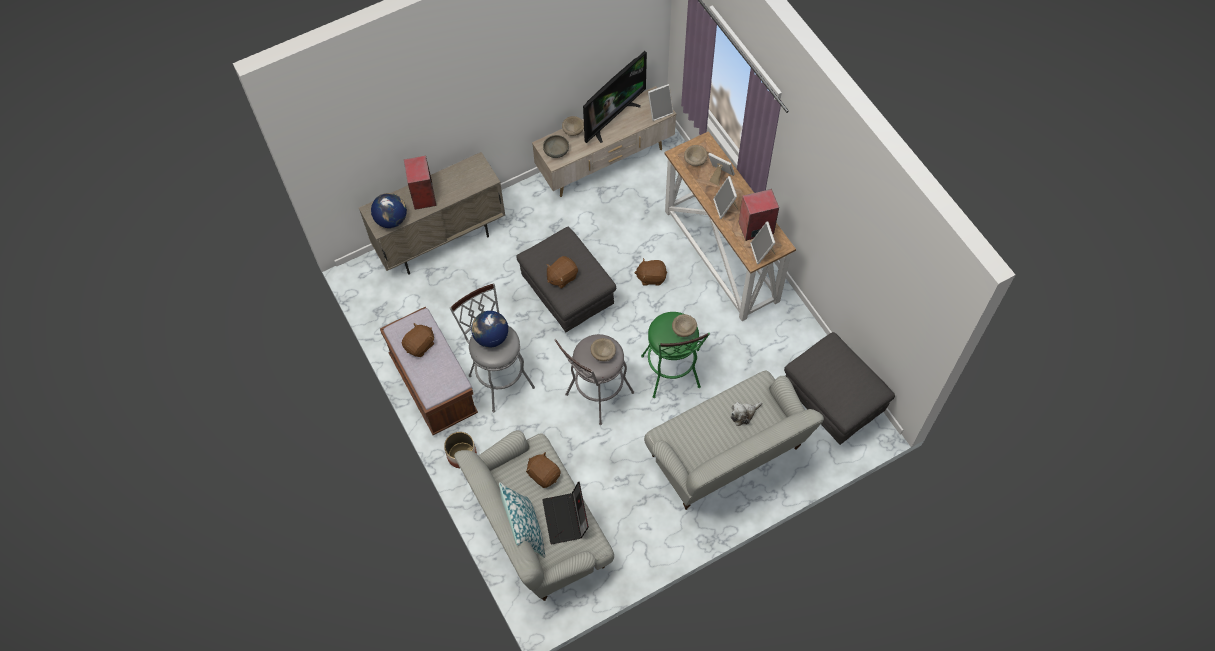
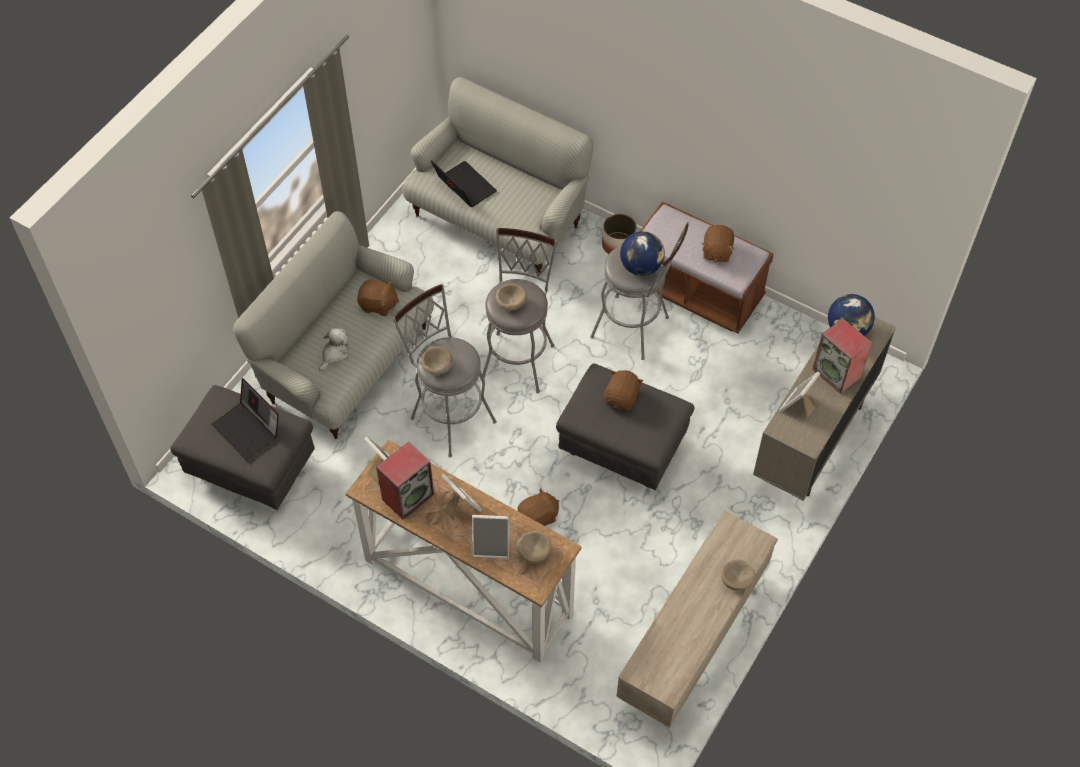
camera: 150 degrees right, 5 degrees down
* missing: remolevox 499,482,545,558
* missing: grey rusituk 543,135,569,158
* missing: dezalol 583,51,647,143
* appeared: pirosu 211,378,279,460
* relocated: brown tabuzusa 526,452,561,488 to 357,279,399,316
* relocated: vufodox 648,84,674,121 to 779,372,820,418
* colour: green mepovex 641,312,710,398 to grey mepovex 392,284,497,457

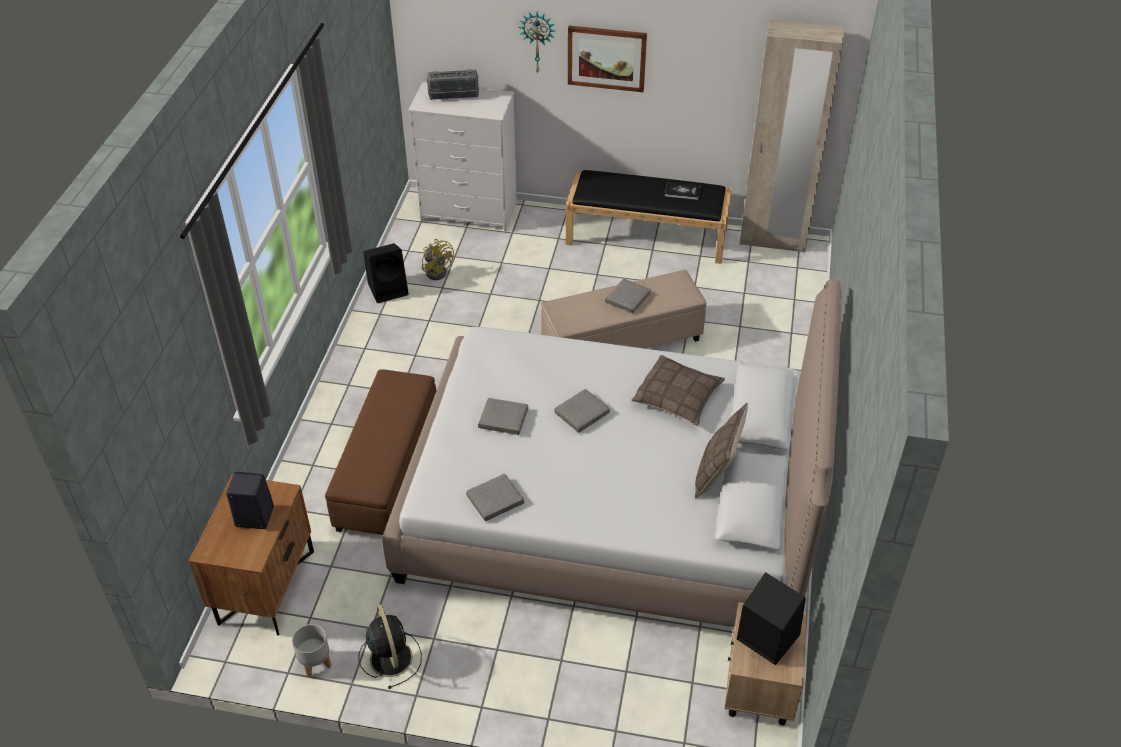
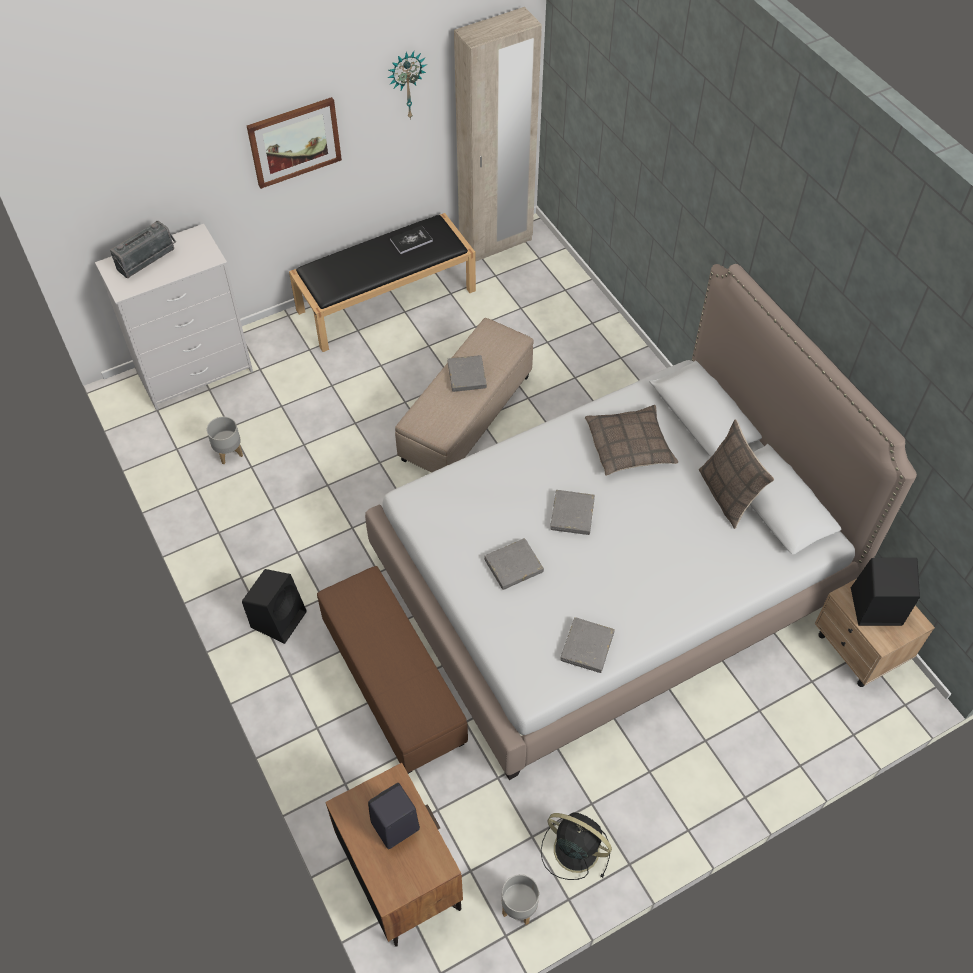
camera: 40 degrees left, 10 degrees up
* relocated: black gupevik 363,243,409,303 to 242,569,307,644
* relocated: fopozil 518,12,555,73 to 388,51,426,120
* exchanged: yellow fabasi 422,239,454,280 to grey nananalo 207,416,243,464

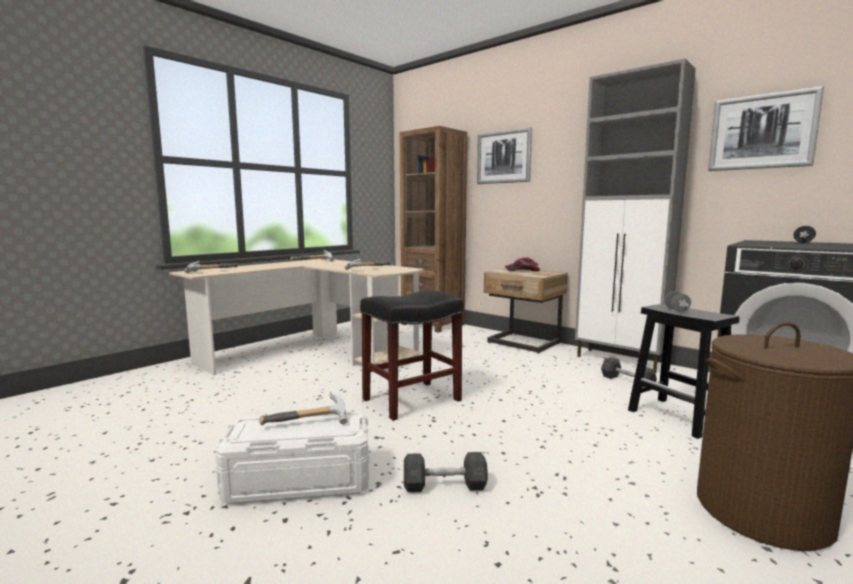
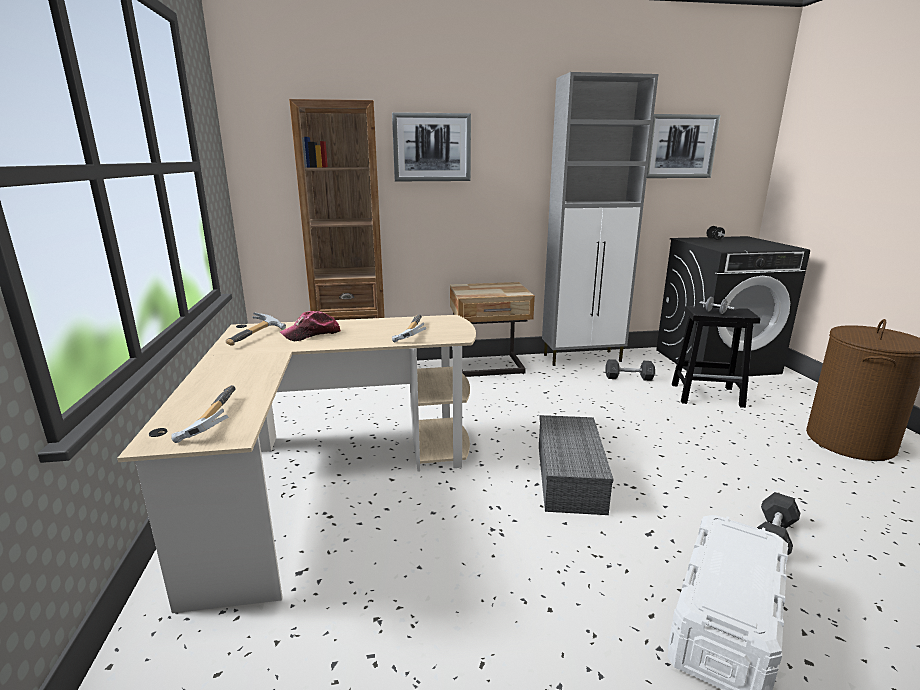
camera: 50 degrees left, 10 degrees up
* missing: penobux 259,392,347,425
* relocated: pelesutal 505,257,540,272 to 280,311,341,341
* exchanged: black mepovex 360,290,463,421 to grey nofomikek 539,415,613,515

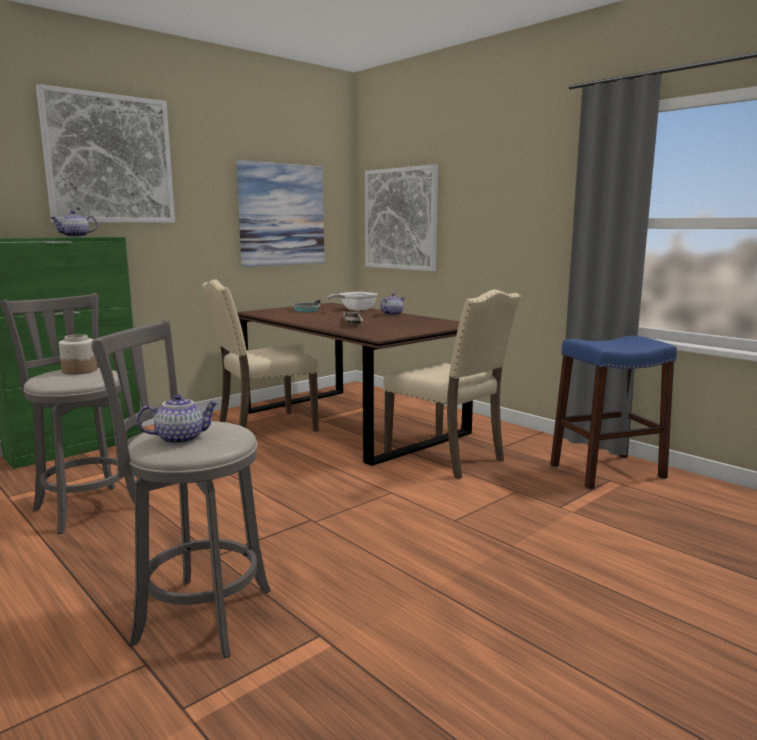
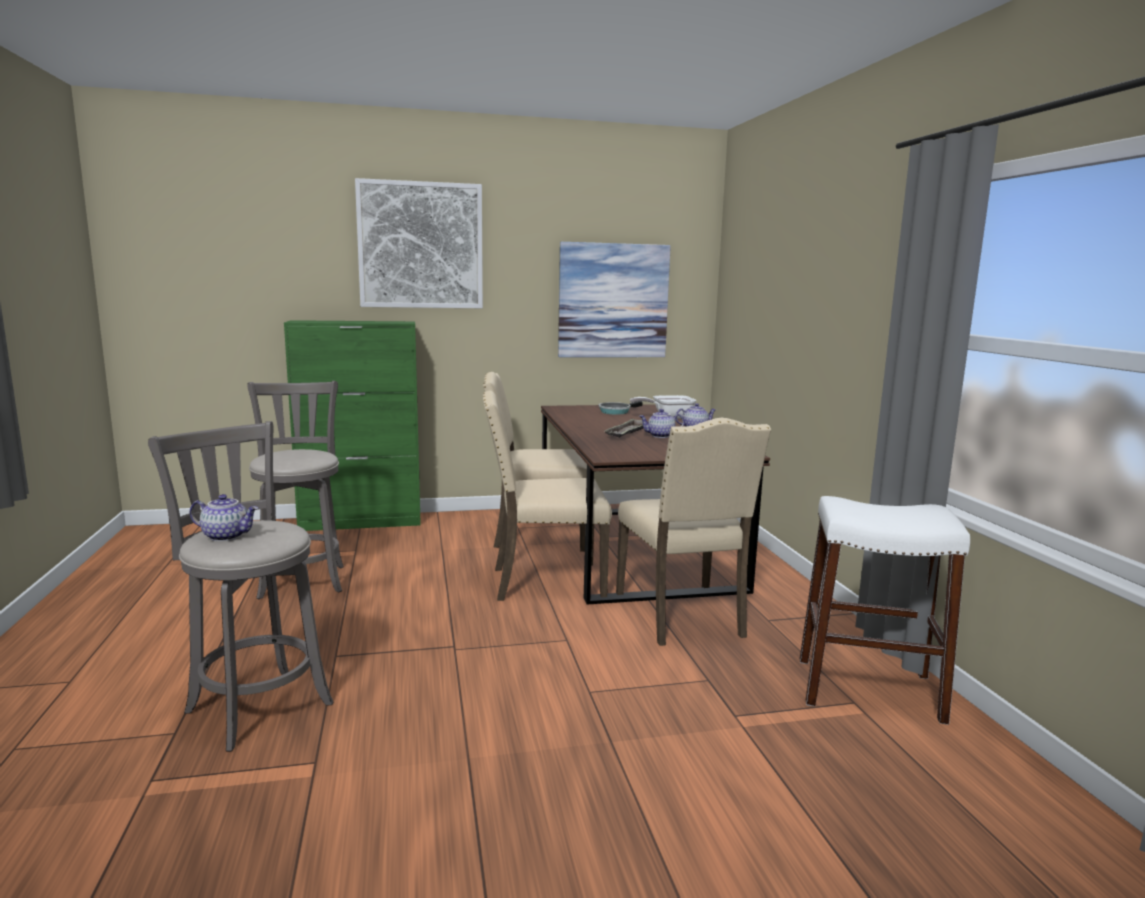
camera: 30 degrees right, 0 degrees up
* missing: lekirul 59,334,97,375
* missing: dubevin 365,164,438,271
* appeared: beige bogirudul 483,390,612,601
* relocated: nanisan 51,211,97,237 to 639,409,684,438
* colour: blue mepovex 550,336,677,489 to white mepovex 800,496,970,725

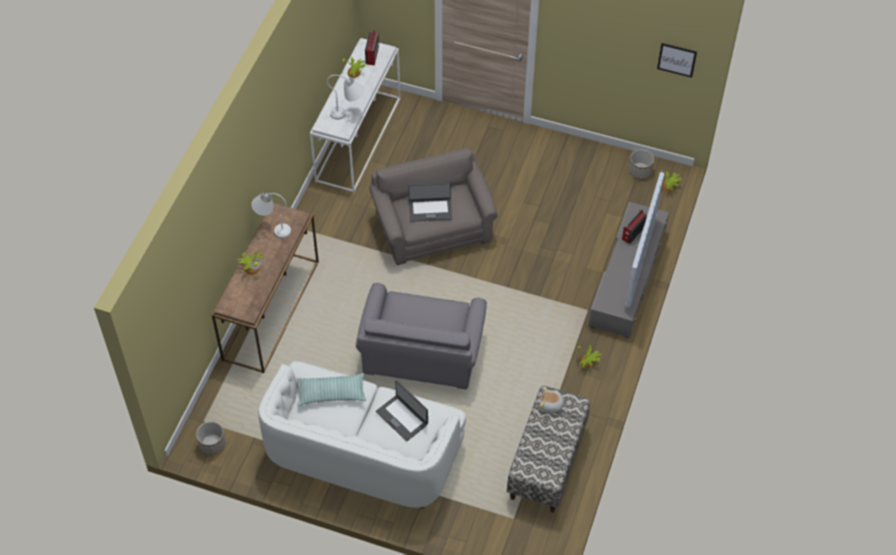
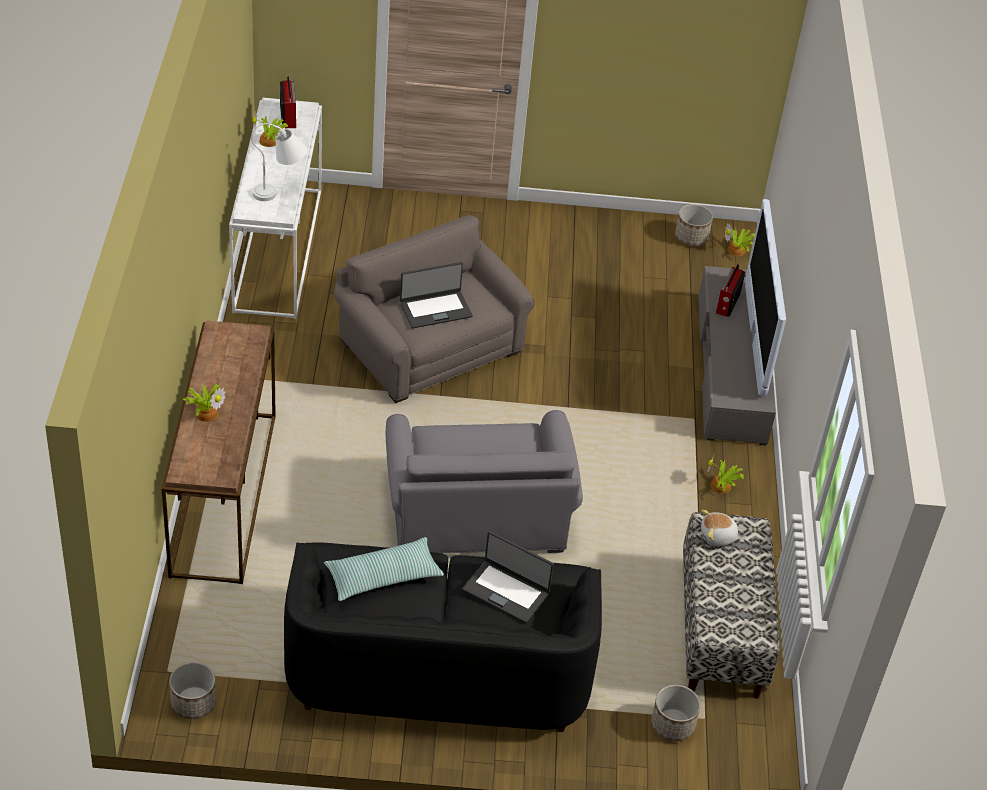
camera: 20 degrees left, 10 degrees down
* missing: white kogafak 251,192,291,238
* missing: dubevin 657,43,697,78
* appeared: nananalo 651,685,700,741
* colour: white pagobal 258,361,466,509 to black pagobal 284,542,602,732

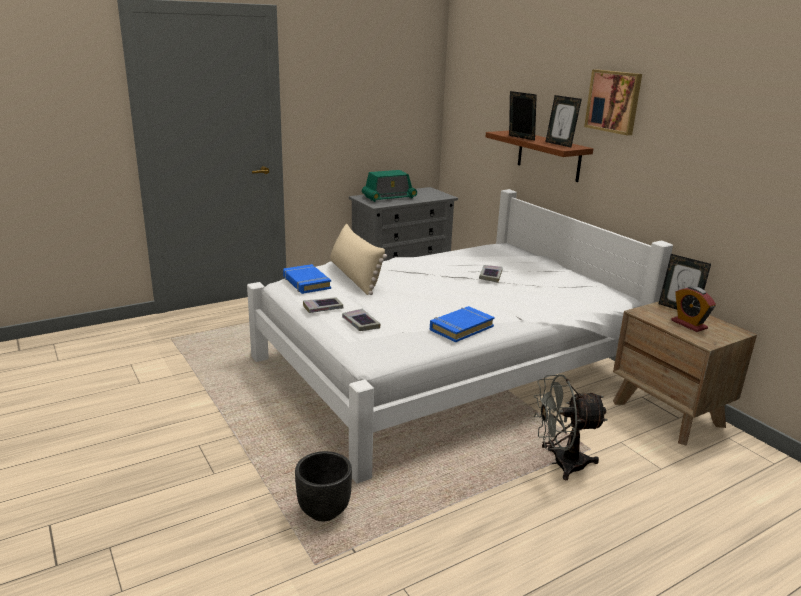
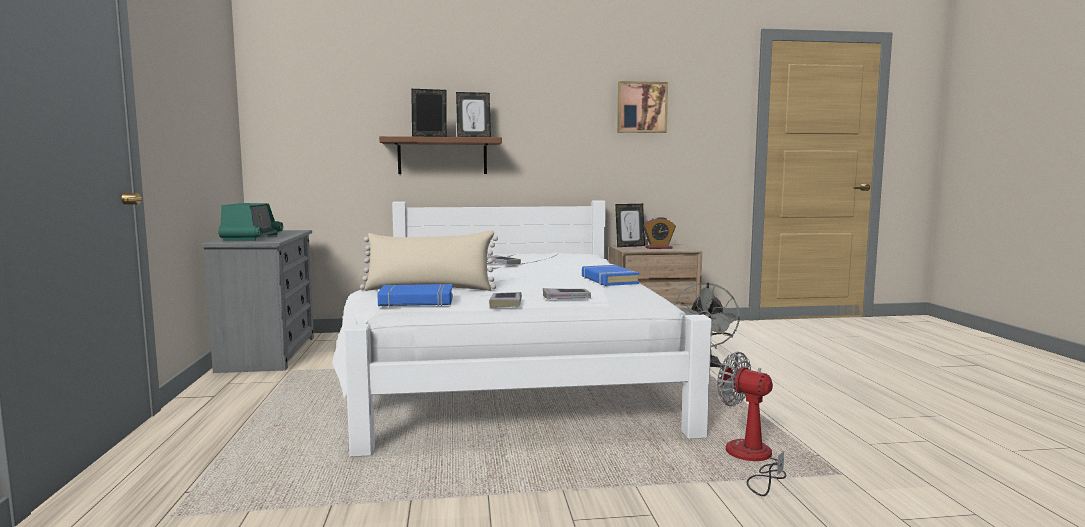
camera: 65 degrees left, 15 degrees down
* relocated: dubevin 584,69,642,135 to 617,81,668,133
* exchanged: black nananalo 295,451,352,522 to fabasi 717,352,786,496

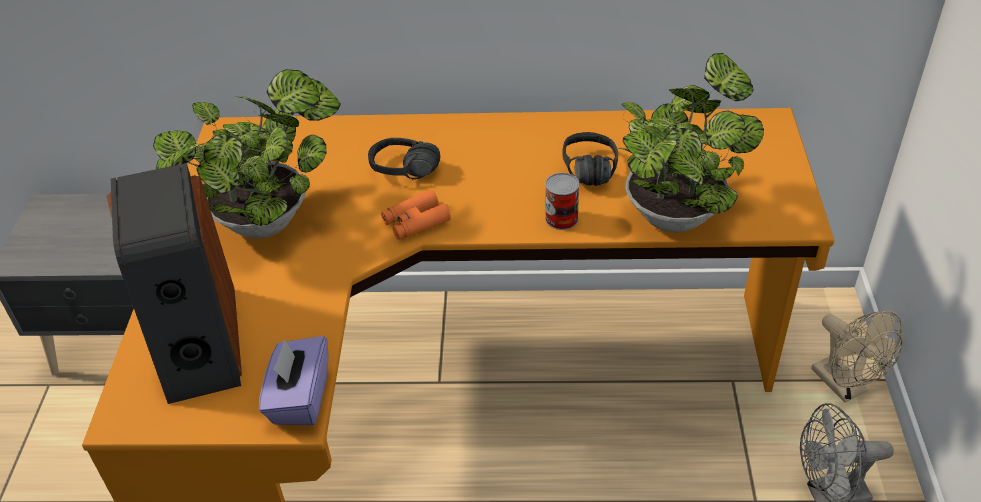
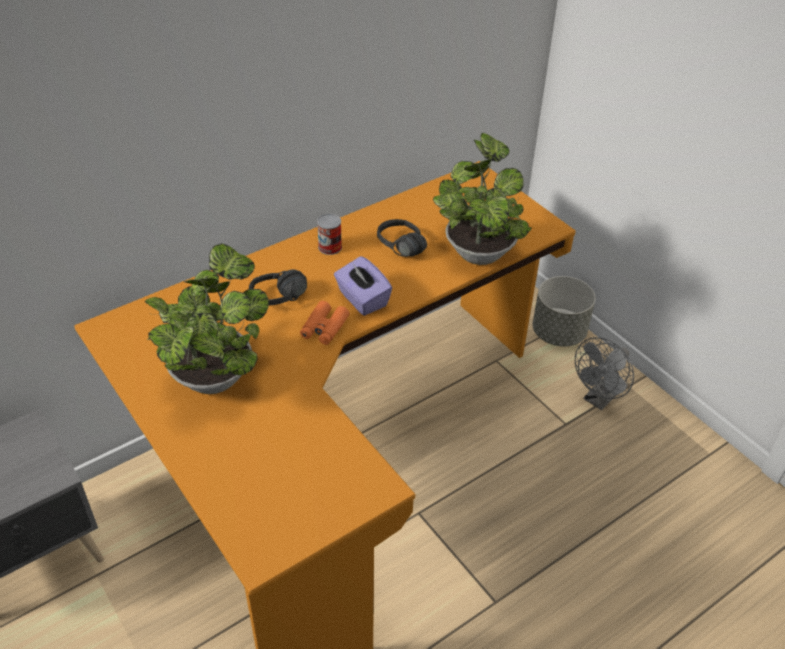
camera: 40 degrees left, 0 degrees up
* missing: gupevik 107,163,242,404
* relocated: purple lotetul 259,336,328,425 to 334,256,392,316
* relocated: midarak 545,173,580,230 to 317,214,342,255
* exchanged: beige fabasi 811,311,903,403 to grey nananalo 533,276,595,347

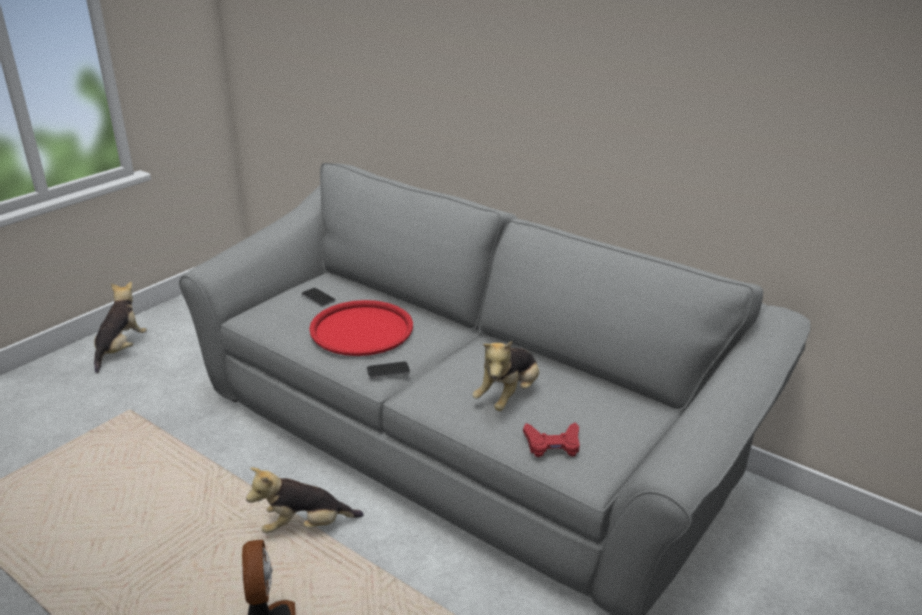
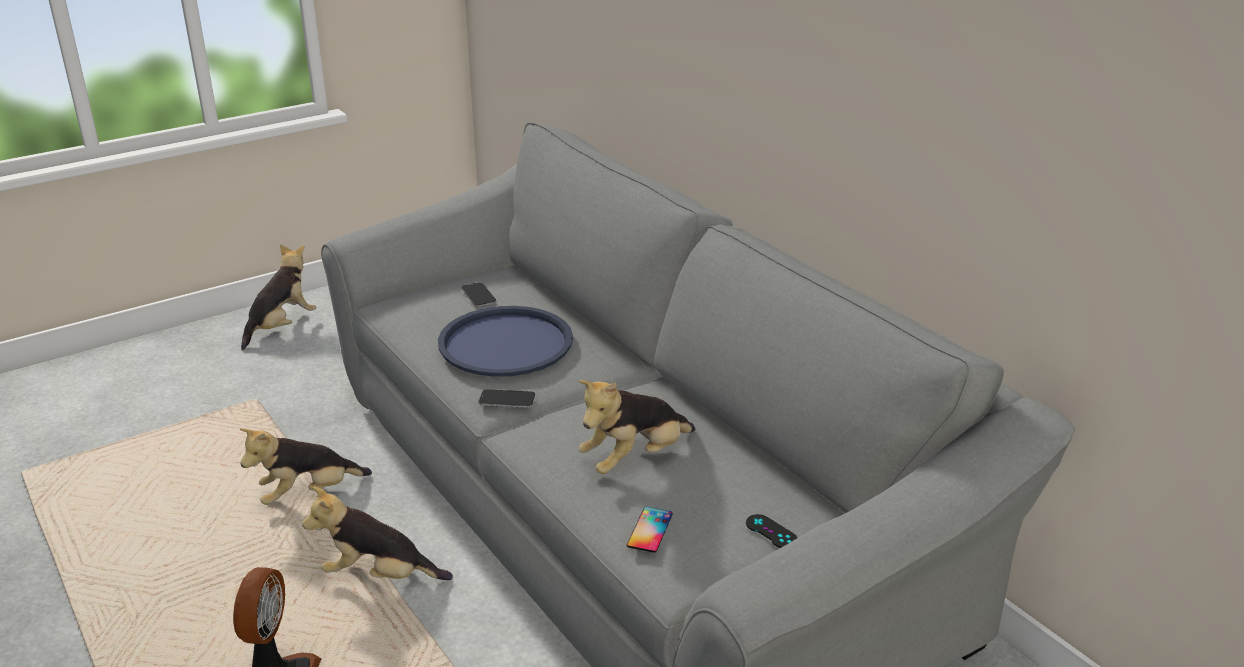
camera: 20 degrees right, 0 degrees up
* appeared: tabuzusa 240,428,372,505
* appeared: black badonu 746,514,797,548
* exchanged: red badonu 523,422,580,457 to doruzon 627,507,673,553
* colour: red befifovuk 309,300,413,356 to blue befifovuk 438,306,573,377

